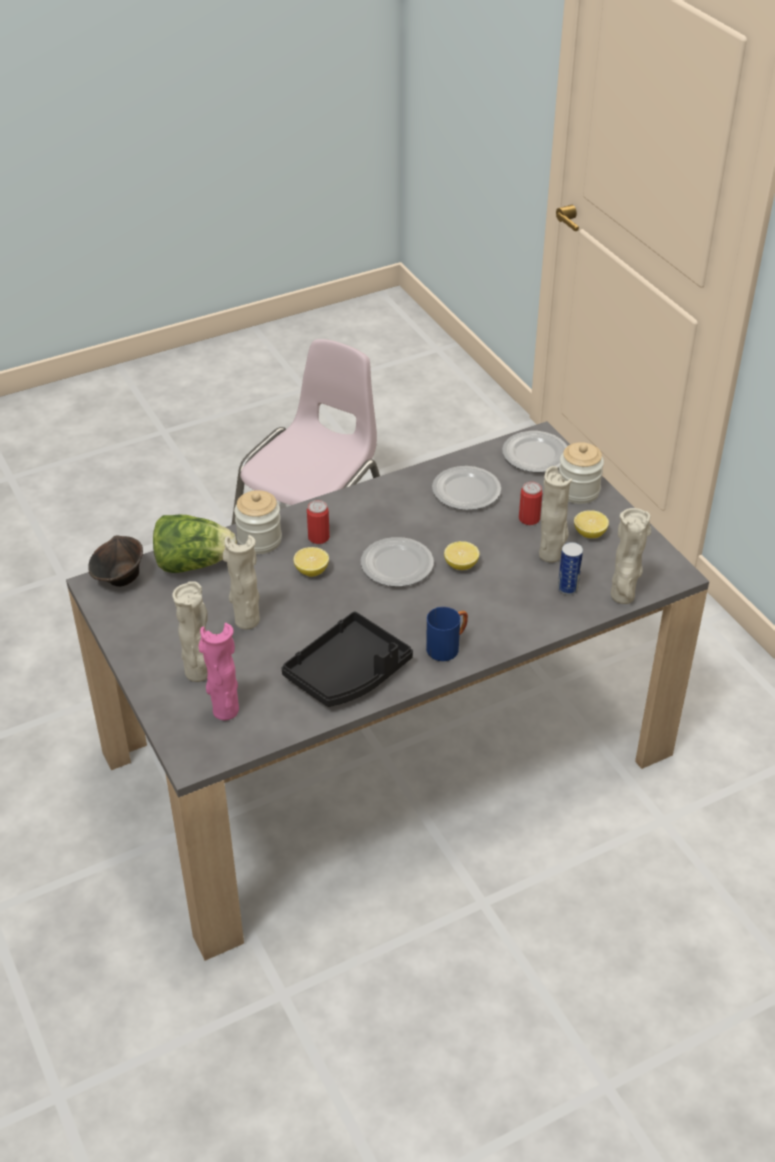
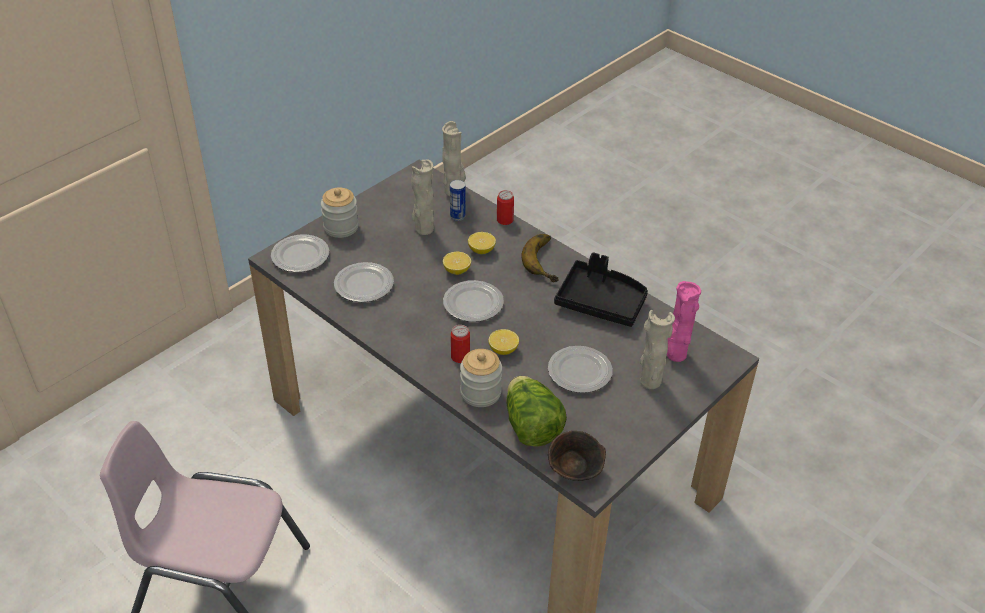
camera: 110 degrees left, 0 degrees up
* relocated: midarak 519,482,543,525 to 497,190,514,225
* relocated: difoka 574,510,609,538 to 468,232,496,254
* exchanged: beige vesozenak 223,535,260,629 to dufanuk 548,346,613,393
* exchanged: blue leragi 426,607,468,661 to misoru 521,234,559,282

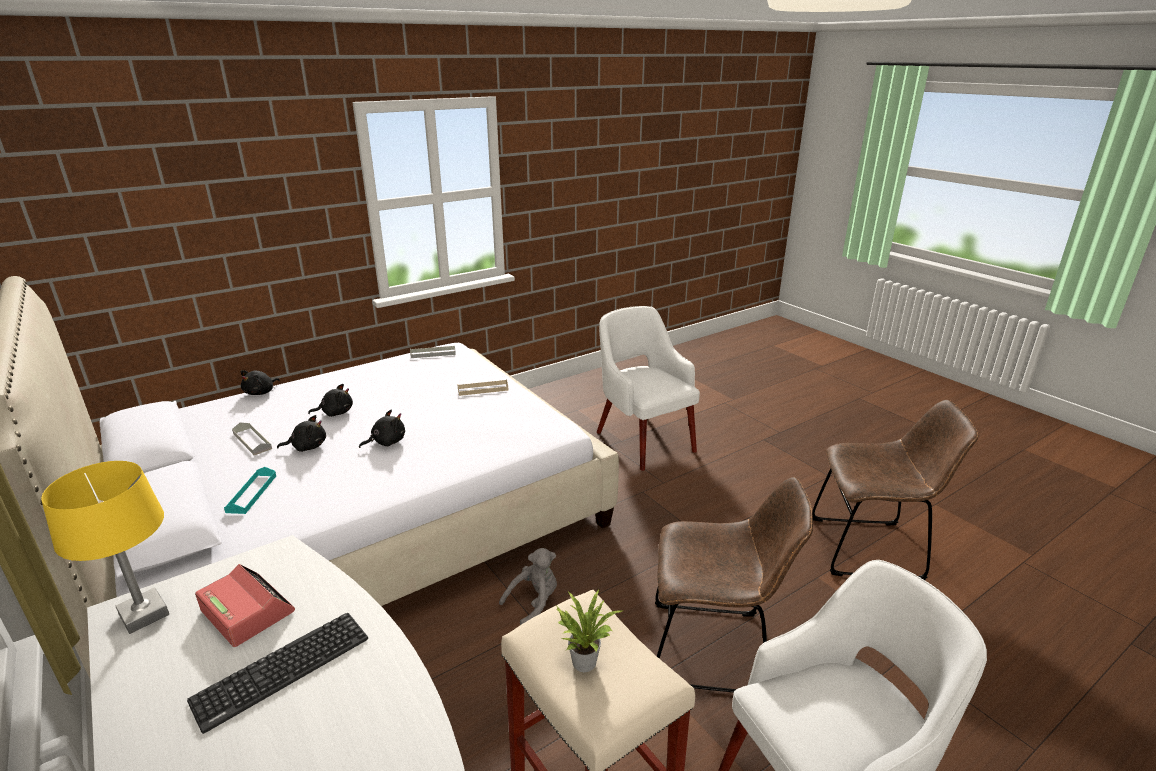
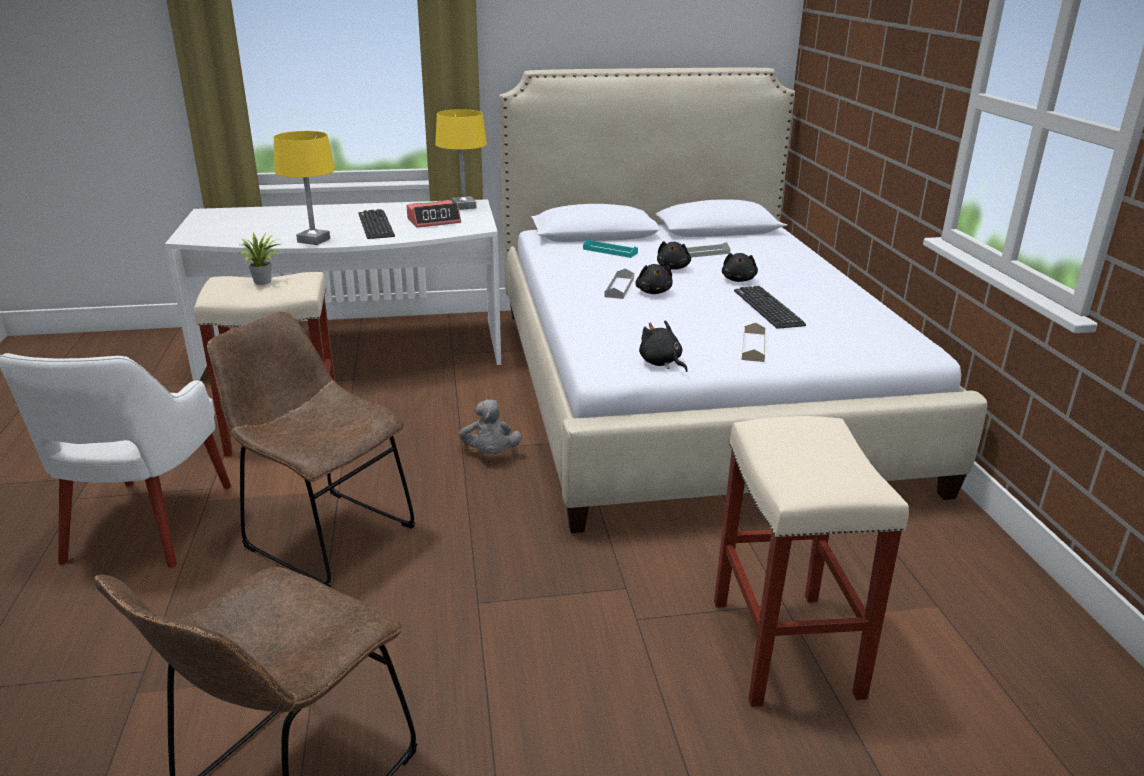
camera: 115 degrees right, 0 degrees up
* appeared: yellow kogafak 274,131,335,245
* appeared: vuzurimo 734,286,806,329
* relocated: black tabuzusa 241,370,280,395 to 639,320,688,372
* relocated: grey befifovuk 410,345,456,358 to 604,268,634,299
* exchanged: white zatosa 597,306,700,471 to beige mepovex 714,416,909,707
* spun: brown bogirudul 655,477,813,692 = 207,311,415,587 90 degrees clockwise

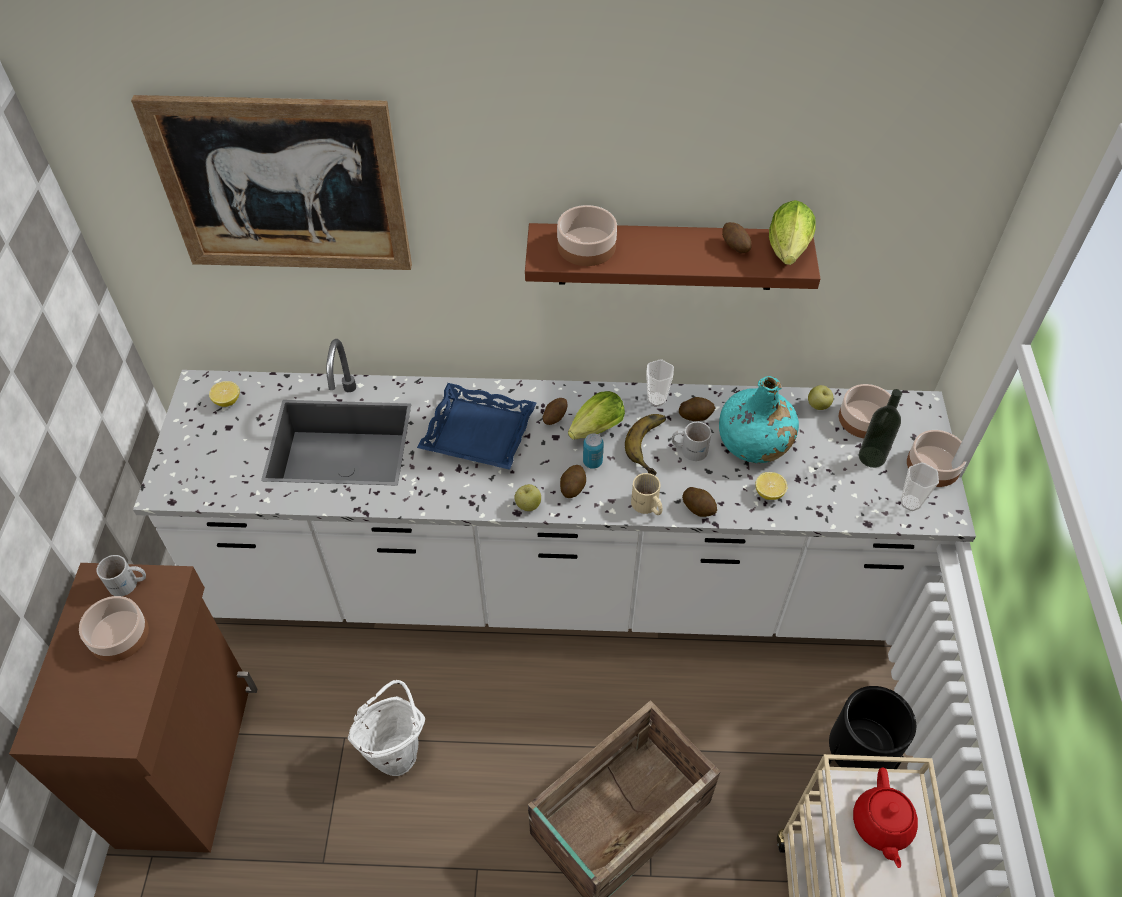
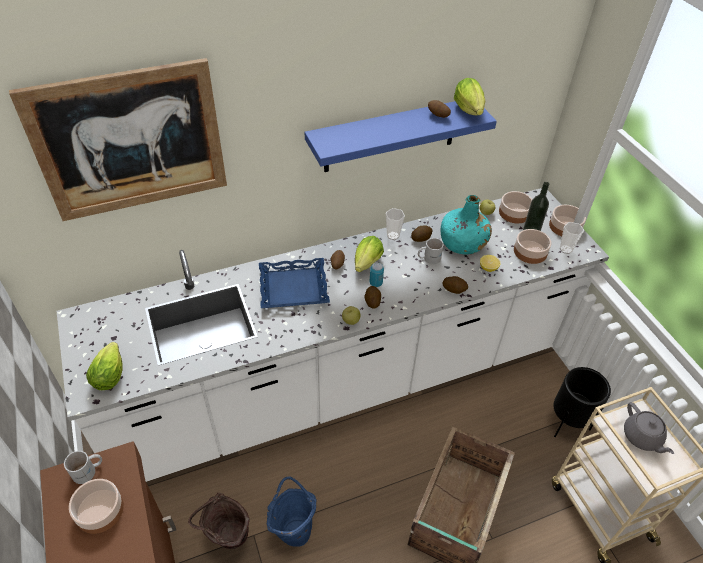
camera: 25 degrees left, 5 degrees down
* missing: difoka 209,381,240,407
* missing: misoru 625,414,666,475
* missing: beige leragi 631,473,663,515
* appeared: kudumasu 86,342,123,390
* appeared: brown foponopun 188,493,250,549
* relocated: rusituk 557,205,617,266 to 514,229,551,264
* colour: white foponopun 348,680,425,776 to blue foponopun 267,476,316,547
* colour: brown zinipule 525,223,820,290 to blue zinipule 305,101,497,172
* colour: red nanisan 853,768,918,868 to grey nanisan 624,402,674,454

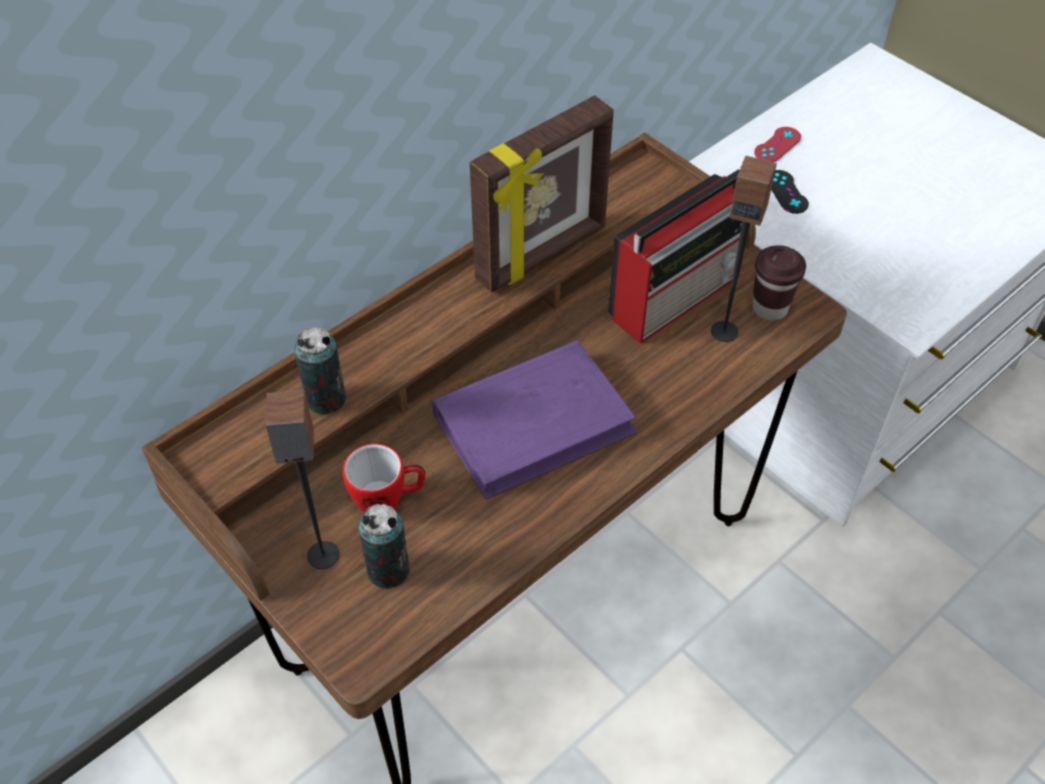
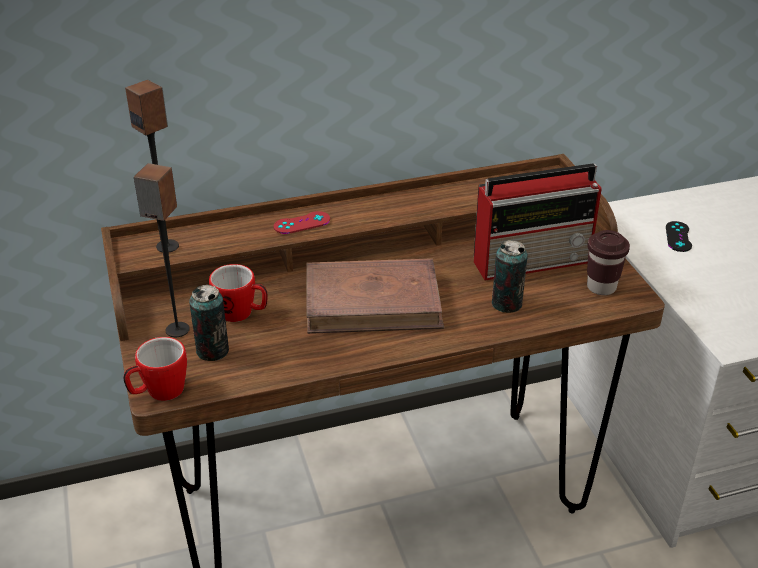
camera: 25 degrees right, 15 degrees down
* missing: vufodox 470,96,614,293
* appeared: leragi 123,337,187,401
* relocated: midarak 294,327,346,415 to 492,240,528,313
* relocated: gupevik 711,156,777,342 to 125,80,179,253
* relocated: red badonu 754,127,801,162 to 274,211,330,234
* colour: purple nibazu 432,340,638,500 to brown nibazu 306,258,444,334

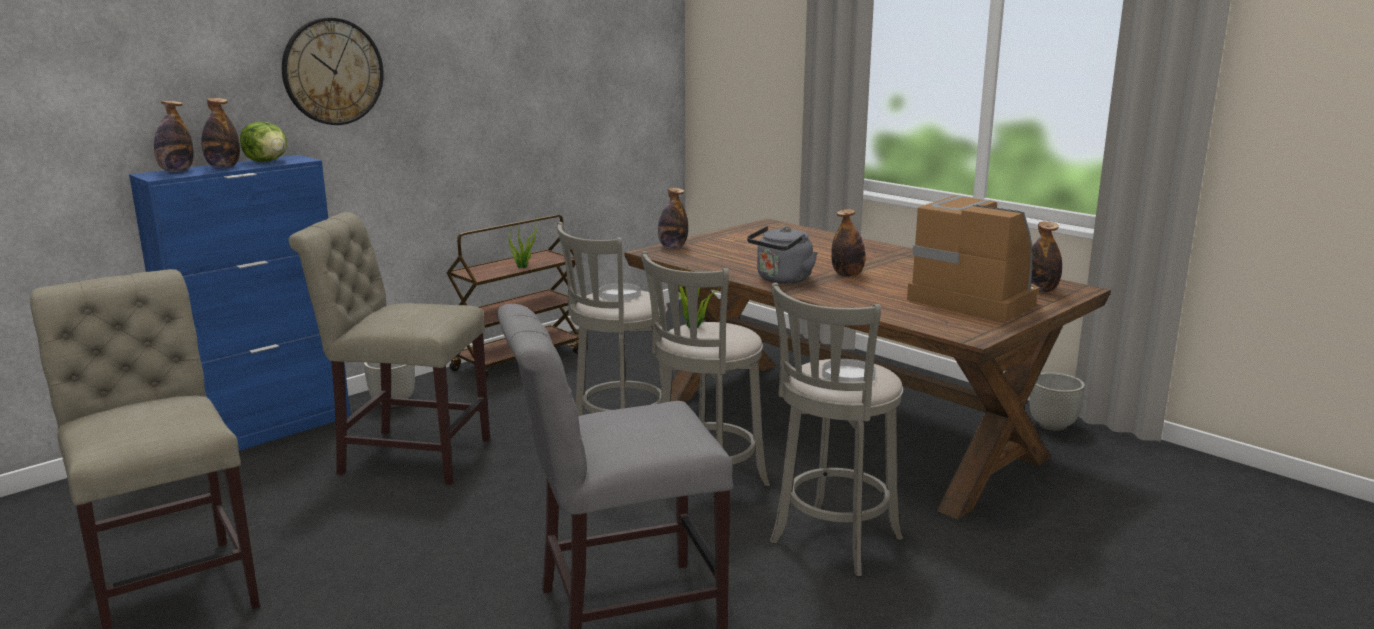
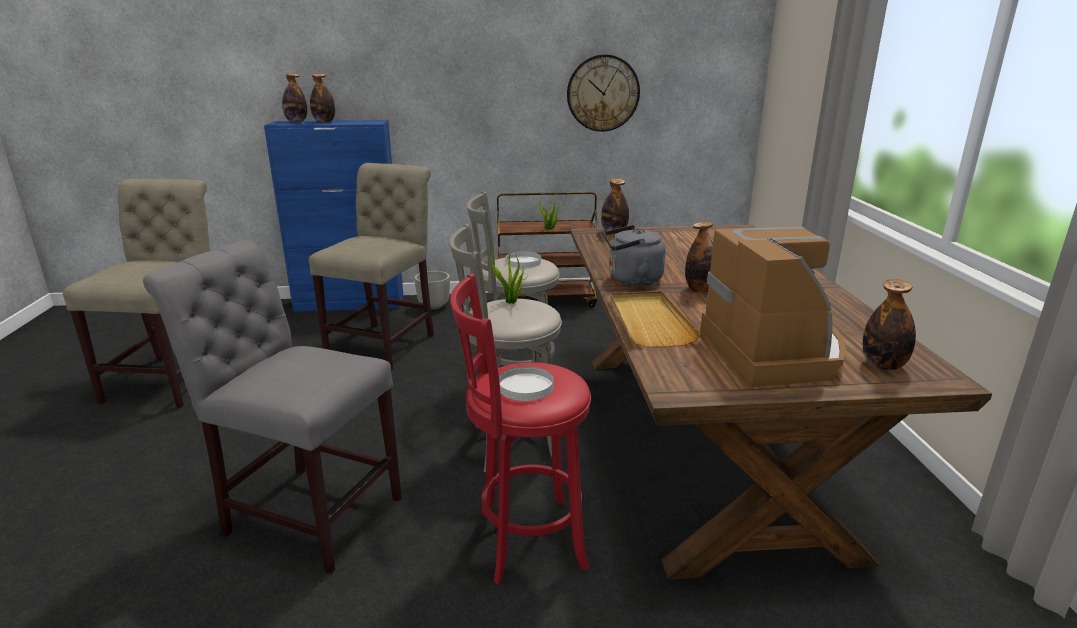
camera: 40 degrees right, 5 degrees up
* missing: kudumasu 240,122,287,162
* missing: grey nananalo 1030,372,1085,431
* appeared: beige befifovuk 610,291,701,347
* relocated: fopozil 282,18,384,125 to 567,54,640,132
* colour: grey mepovex 770,282,903,577 to red mepovex 450,274,591,585
* spun: beige bogirudul 289,212,490,485 = 309,163,434,371 60 degrees clockwise

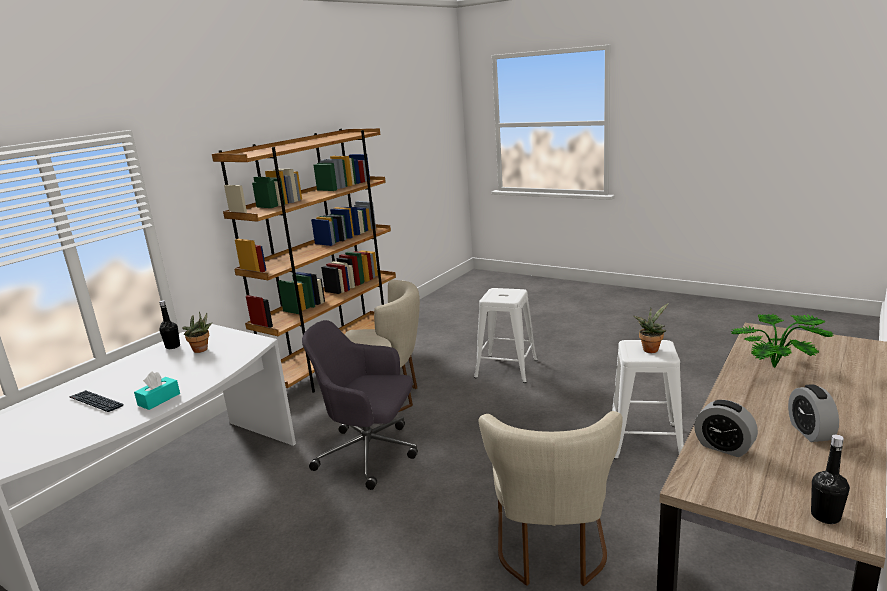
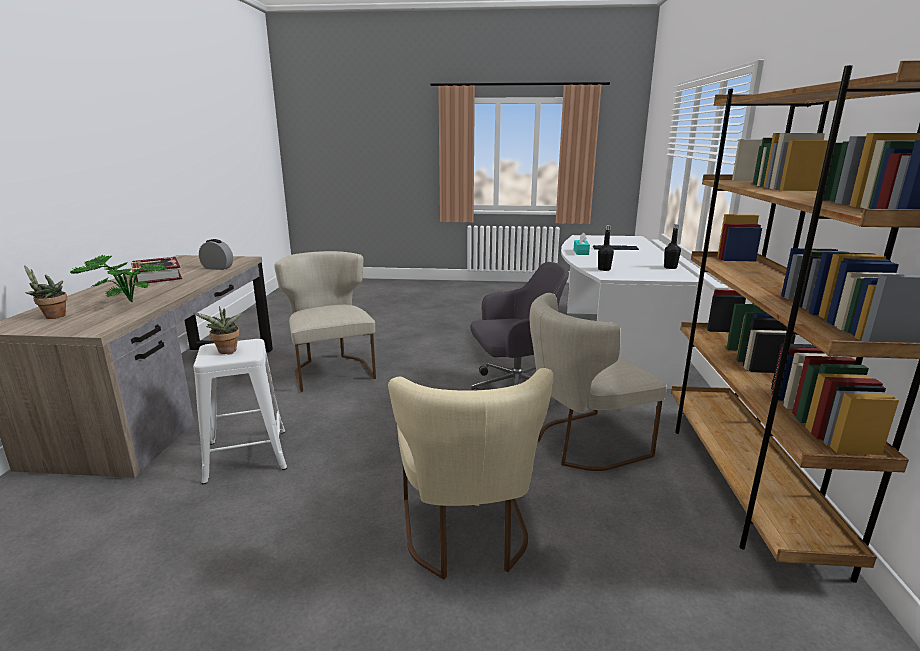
camera: 150 degrees right, 0 degrees up
* relocated: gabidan 182,311,212,353 to 24,265,67,319
* relocated: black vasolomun 811,435,850,524 to 598,225,614,271
* exchanged: white mepovex 474,288,537,383 to beige bogirudul 388,368,553,580
* exchanged: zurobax 788,384,839,442 to nibazu 131,257,182,283

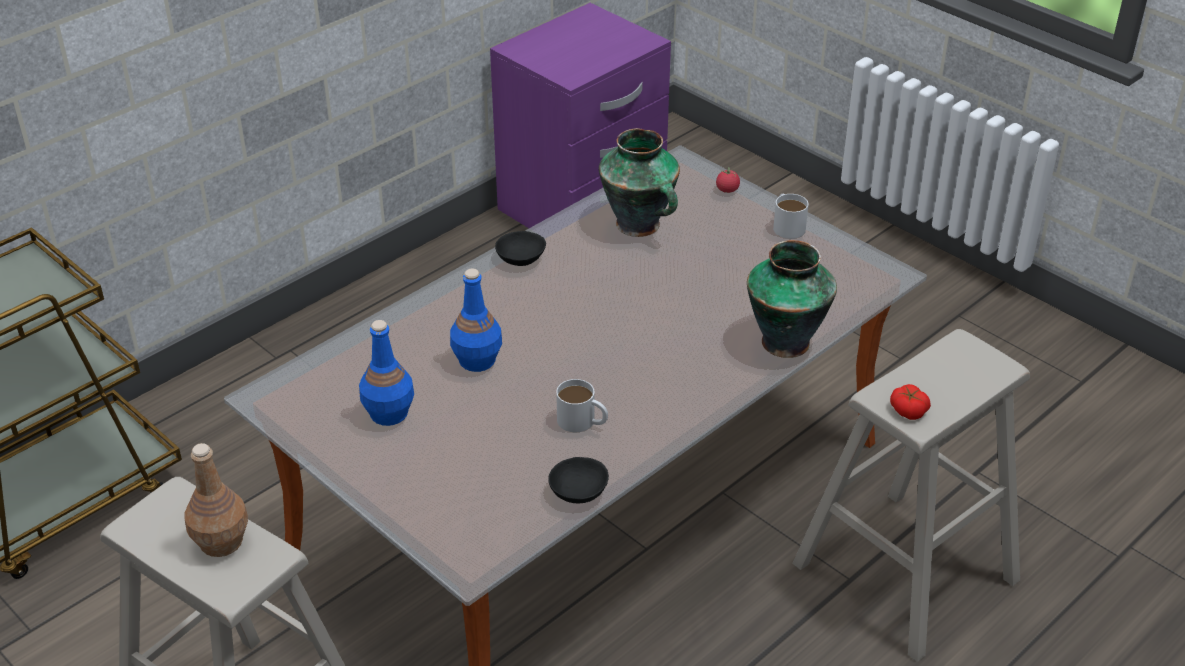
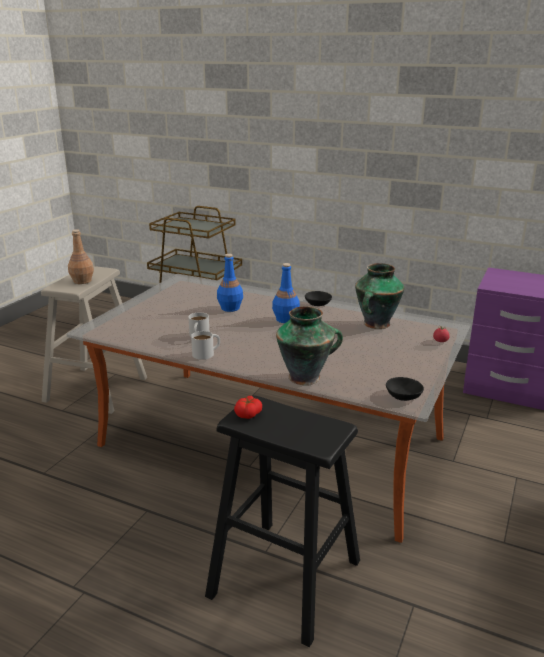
camera: 70 degrees right, 15 degrees down
* relocated: blue vasolomun 359,320,414,426 to 272,263,300,323
* relocated: black rusituk 548,457,609,503 to 386,377,424,401
* relocated: white leragi 773,194,809,239 to 191,331,220,360
* colour: beige mepovex 792,329,1030,662 to black mepovex 205,395,360,647

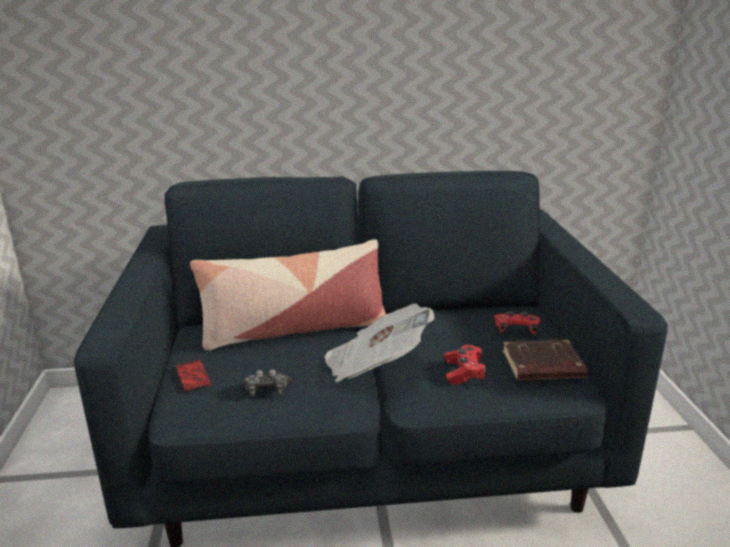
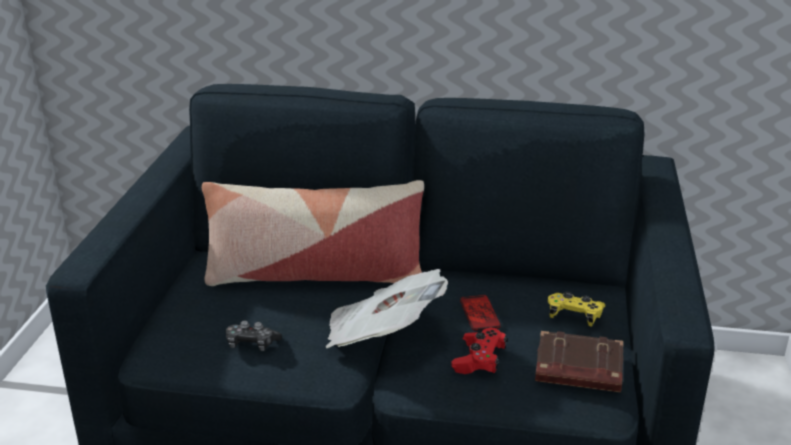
camera: 15 degrees right, 5 degrees up
* relocated: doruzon 175,359,211,392 to 460,295,501,331
* colour: red badonu 494,311,540,335 to yellow badonu 548,292,605,326

